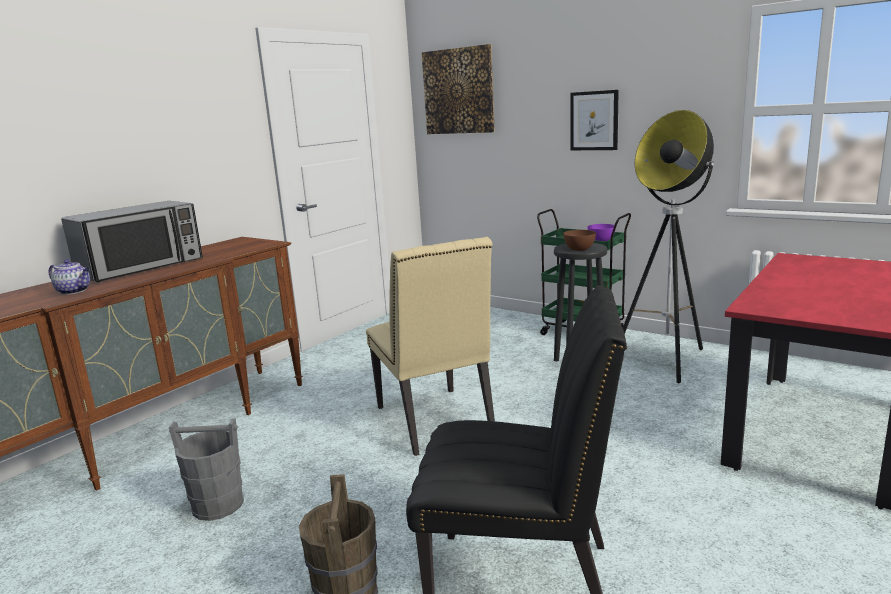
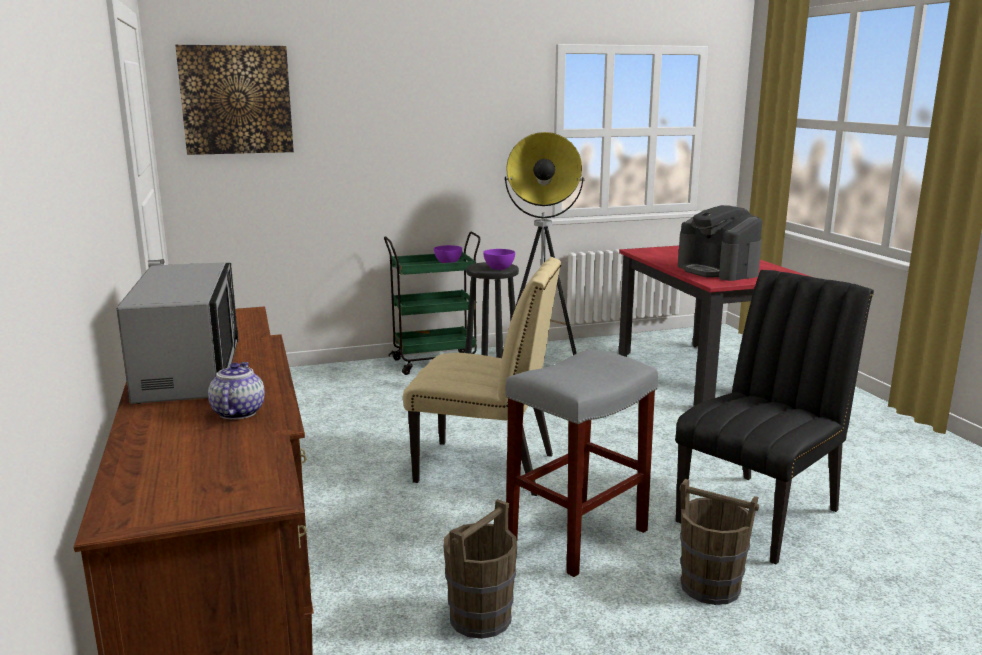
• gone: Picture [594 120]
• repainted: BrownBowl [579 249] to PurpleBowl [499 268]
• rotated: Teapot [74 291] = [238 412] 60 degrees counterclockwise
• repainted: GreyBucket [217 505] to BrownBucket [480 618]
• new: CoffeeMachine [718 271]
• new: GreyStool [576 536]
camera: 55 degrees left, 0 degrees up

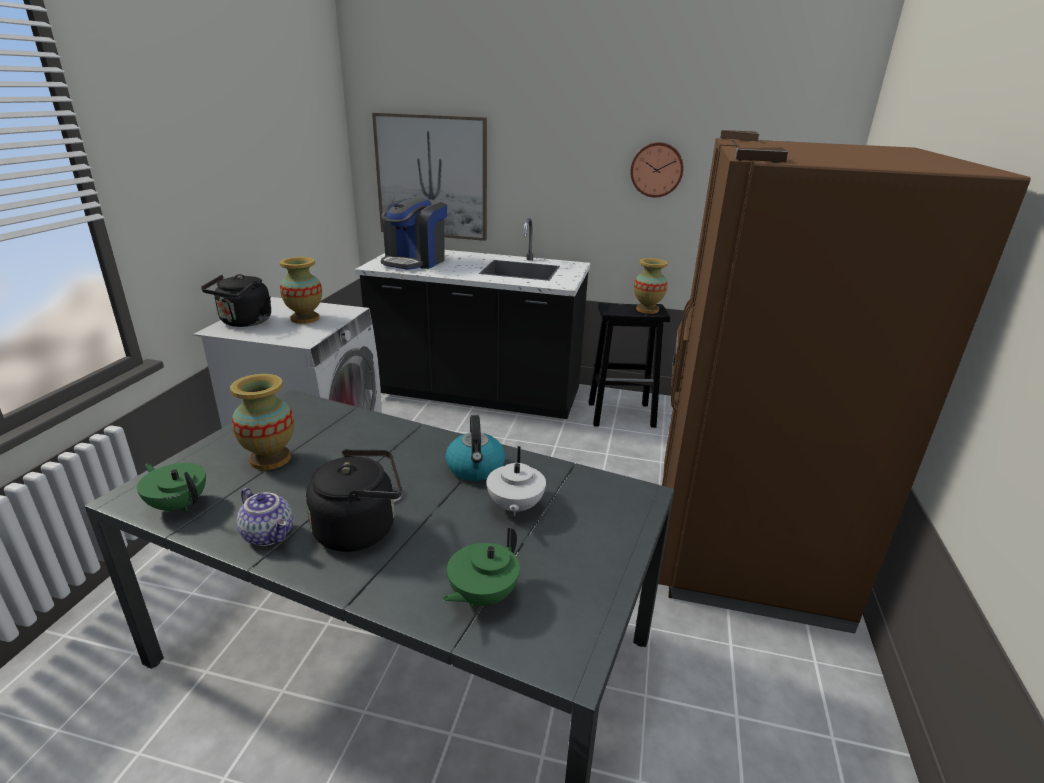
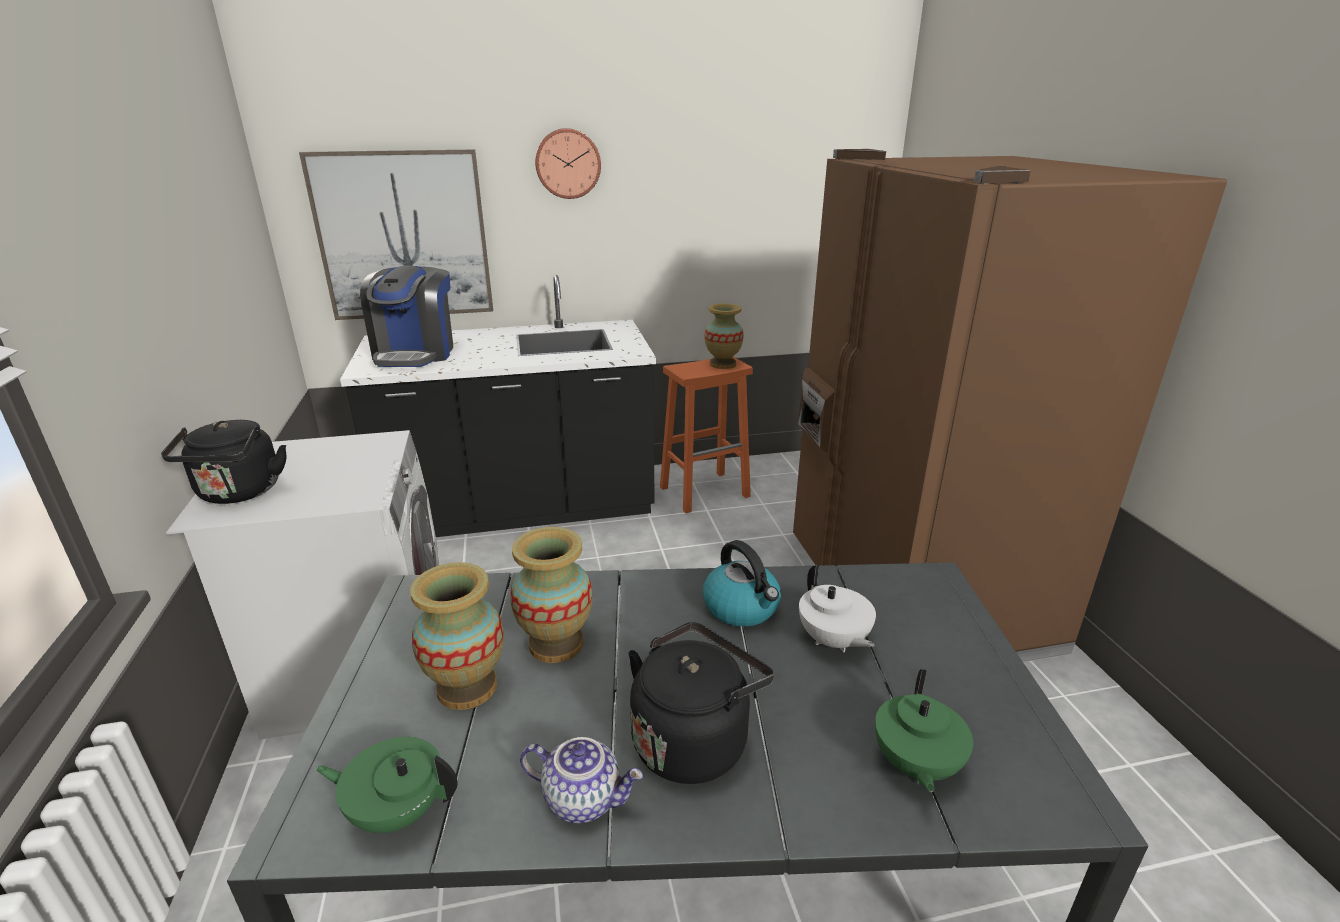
• shifted: WallClock [656 169] to [567 163]
• shifted: Vase [305 319] to [556 644]
• repainted: BlackStool [622 414] to OrangeStool [705 491]
camera: 25 degrees left, 0 degrees up

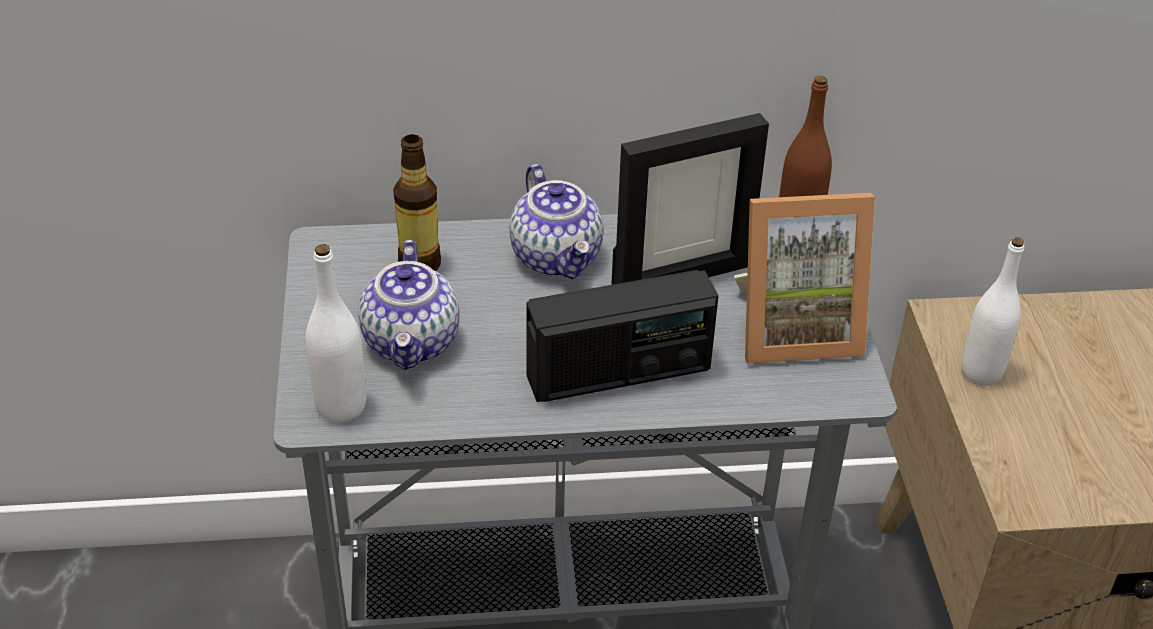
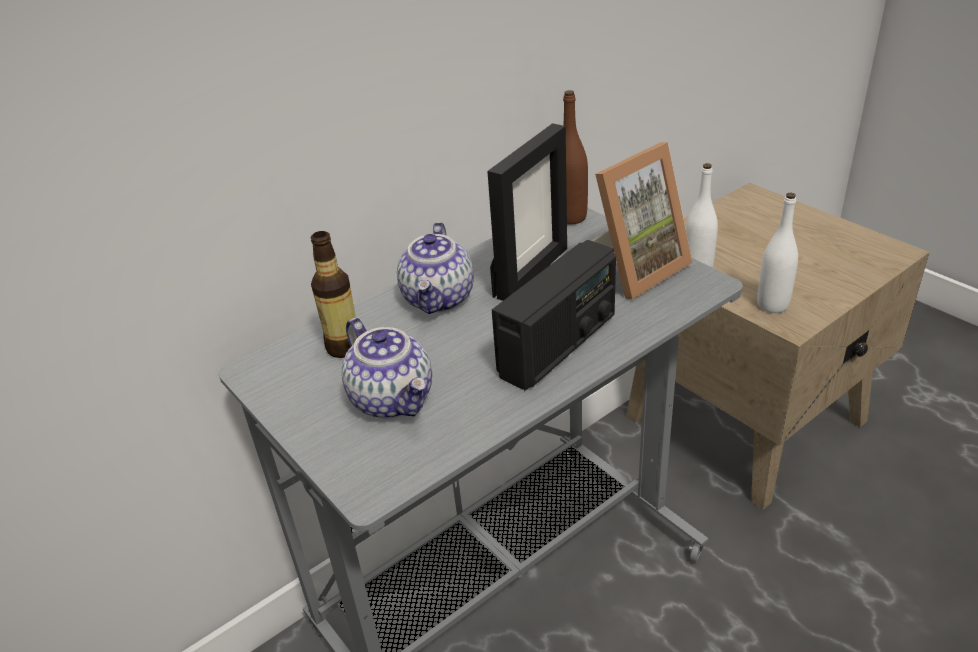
• rotated: Teapot [558 258] = [439 299] 60 degrees clockwise
• shifted: WhiteBottle [341 406] to [772 305]
camera: 30 degrees left, 5 degrees down

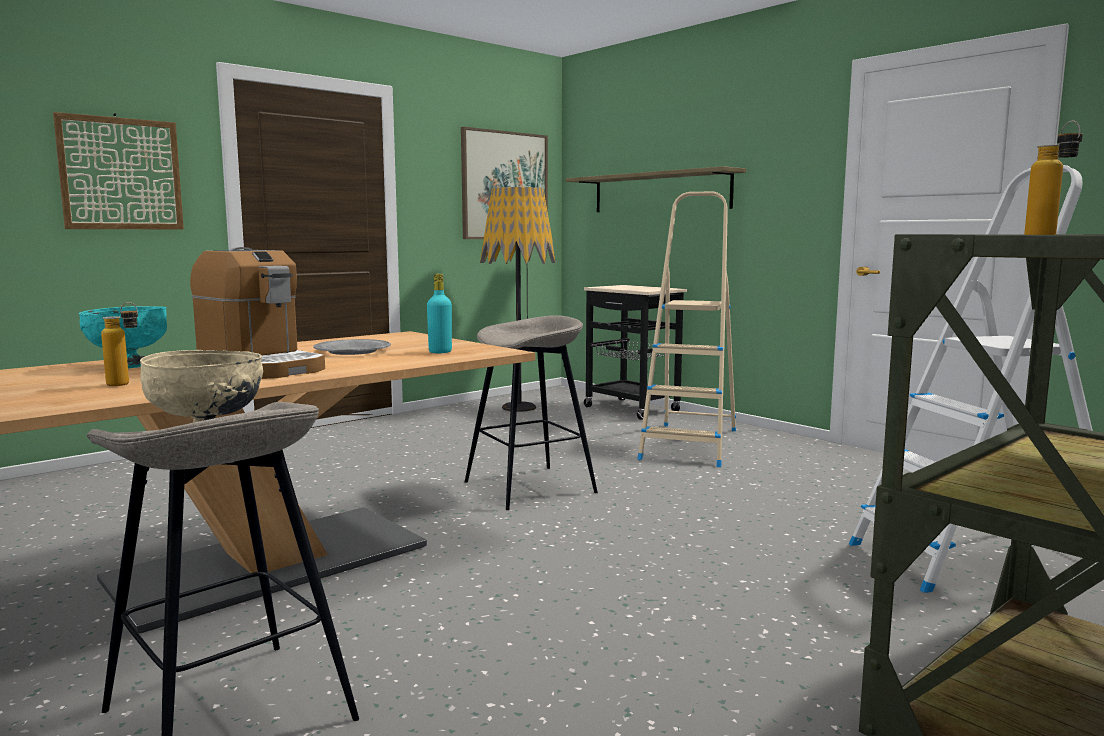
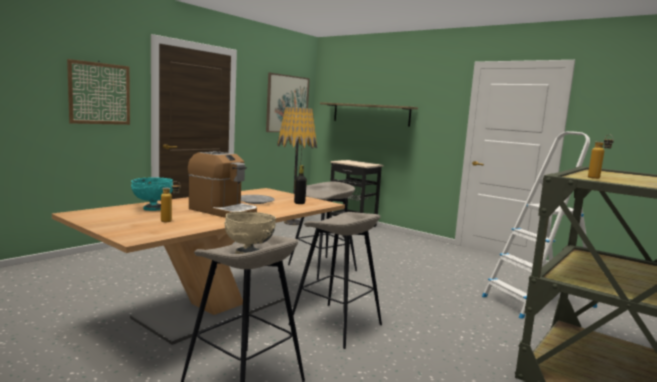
• gone: BeigeStepLadder [690 444]
• repainted: TurquoiseBottle [440 352] to BlackBottle [299 203]
• new: GreyStool [335 325]
camera: 10 degrees left, 0 degrees up

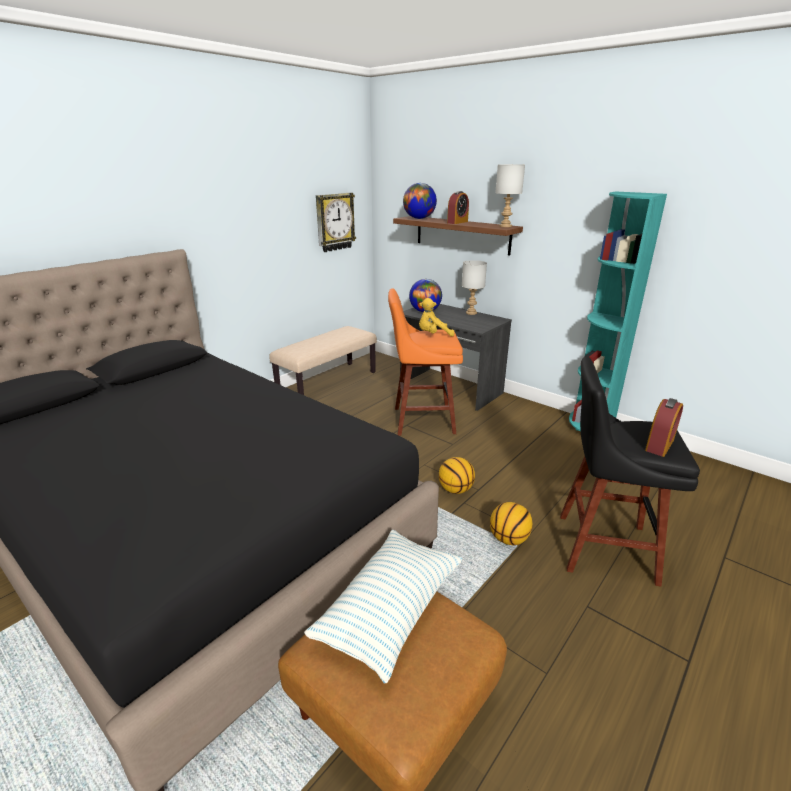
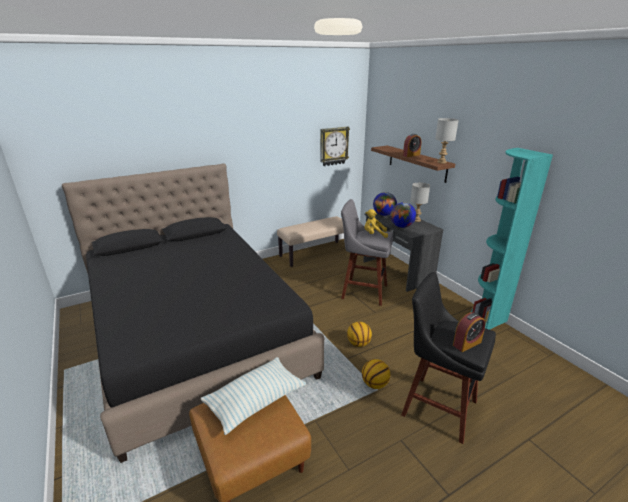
• shifted: Globe [419 218] to [401 226]
• repainted: OrangeStool [421 420] to GreyStool [363 291]
camera: 20 degrees right, 0 degrees up

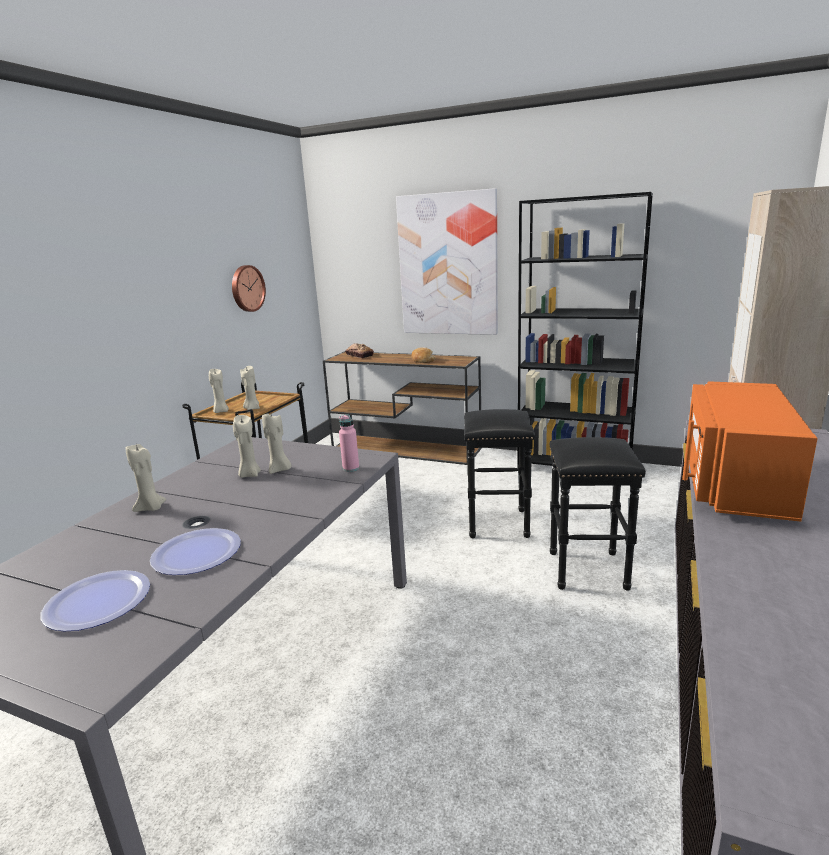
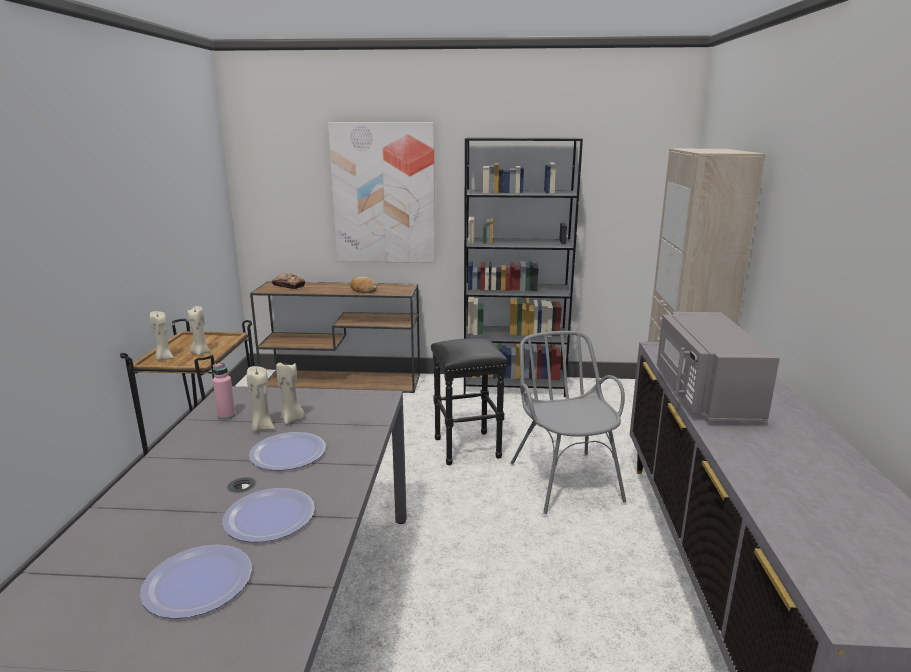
• gone: WallClock [247 288]
• repainted: OrangeMicrowave [733 483] to GreyMicrowave [704 395]
• shifted: PinkBottle [351 468] to [226 415]
• swapped: BlackStool [589 569] to GreyChair [563 479]
• gone: BeigeCandle [151 508]
• new: Plate [287 453]
camera: 20 degrees left, 0 degrees up

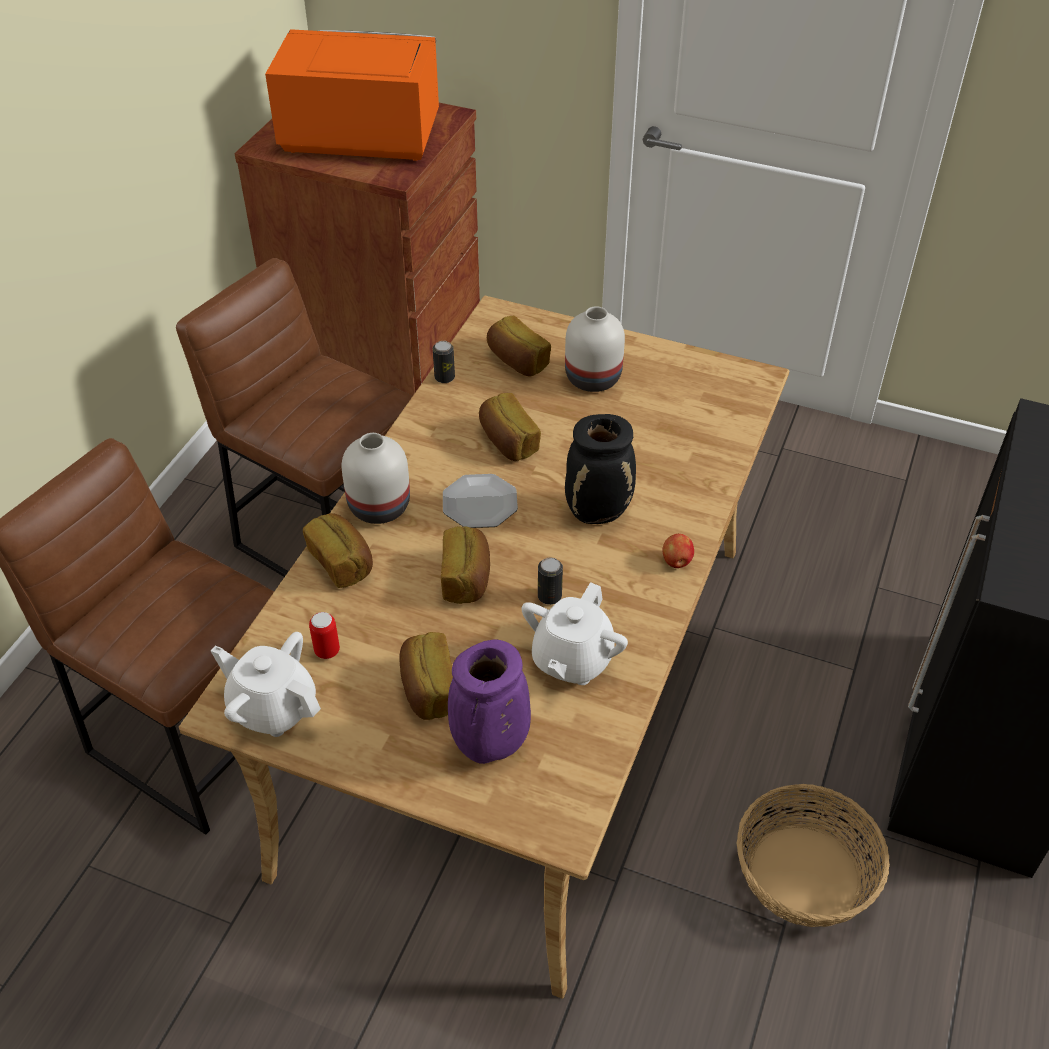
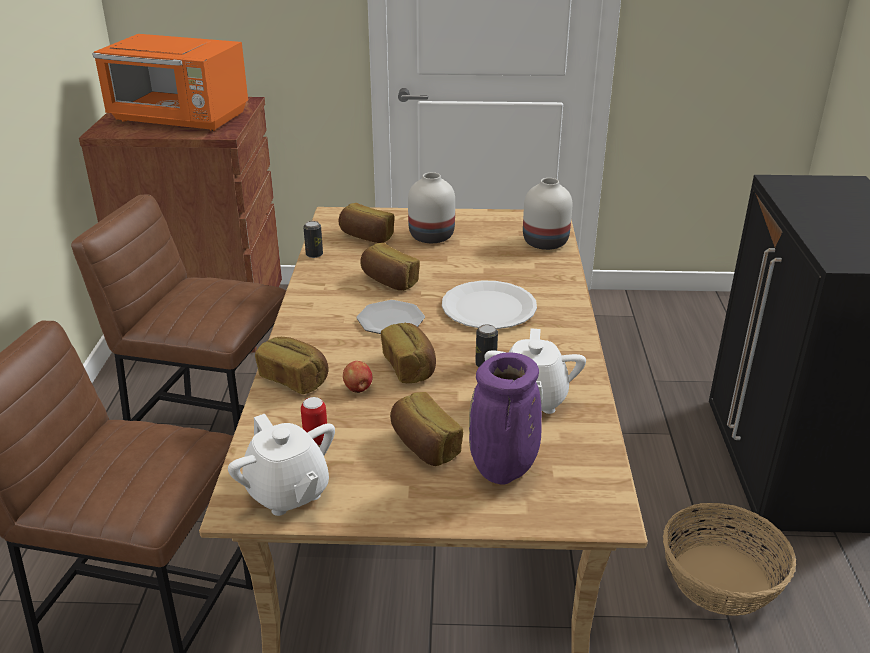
• rotated: OrangeMicrowave [359 138] = [180 119] 150 degrees counterclockwise
• swapped: BlackVase [599 512] to WhitePlate [489 307]
• shifted: WhiteVase [379 507] to [546 243]
• shifted: Apple [676 562] to [358 389]
• rotated: WhiteTeapot [273 708] = [287 492] 135 degrees counterclockwise
camera: 20 degrees left, 15 degrees down

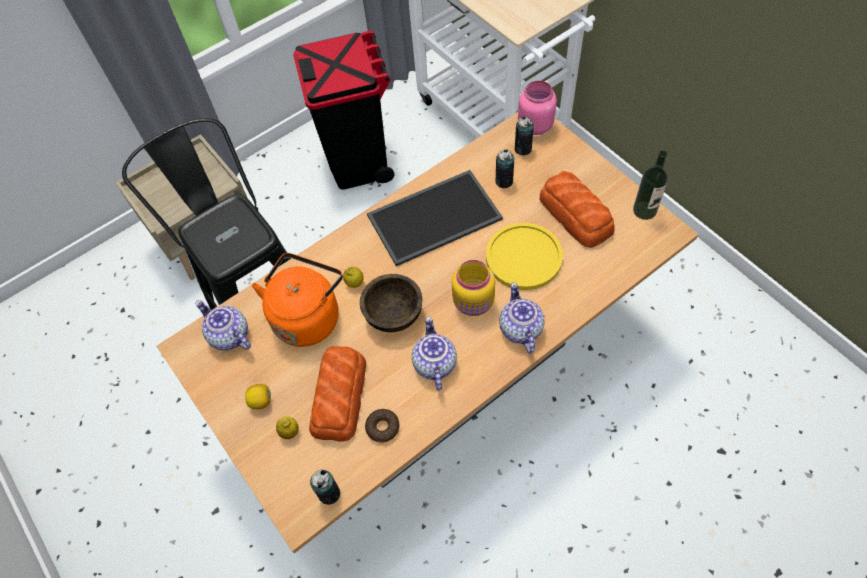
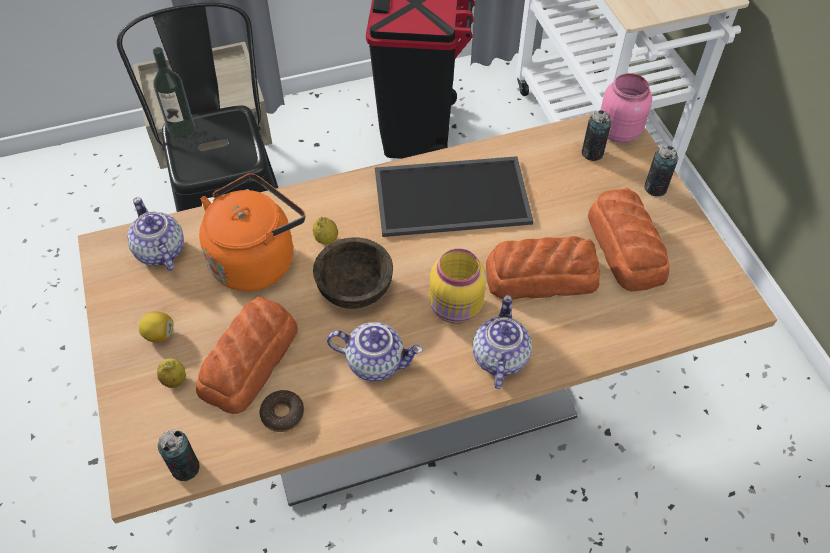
• shifted: Can [504 181] to [655 188]
• shifted: Bottle [644 210] to [181 128]
• swapped: YellowPlate [523 257] to Bread [540 275]
• rotated: Teapot [433 363] = [376 362] 90 degrees clockwise
camera: 15 degrees right, 5 degrees down

